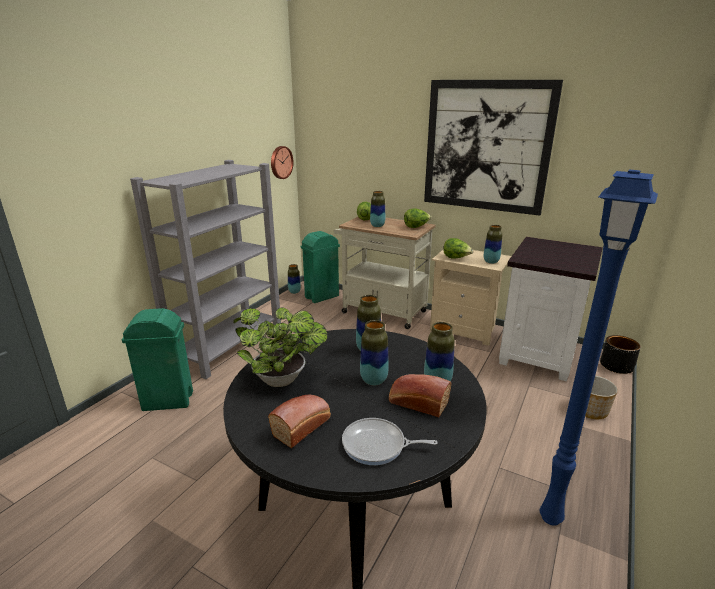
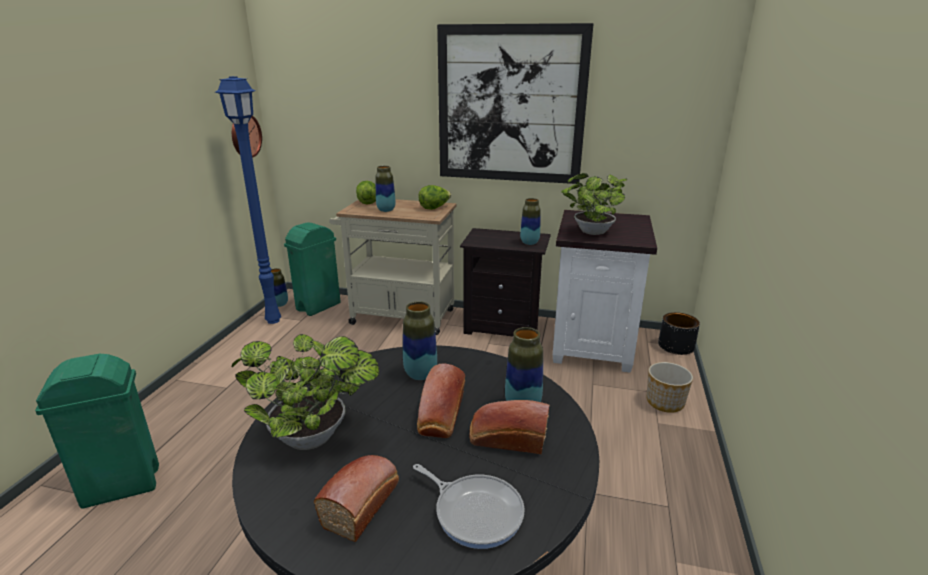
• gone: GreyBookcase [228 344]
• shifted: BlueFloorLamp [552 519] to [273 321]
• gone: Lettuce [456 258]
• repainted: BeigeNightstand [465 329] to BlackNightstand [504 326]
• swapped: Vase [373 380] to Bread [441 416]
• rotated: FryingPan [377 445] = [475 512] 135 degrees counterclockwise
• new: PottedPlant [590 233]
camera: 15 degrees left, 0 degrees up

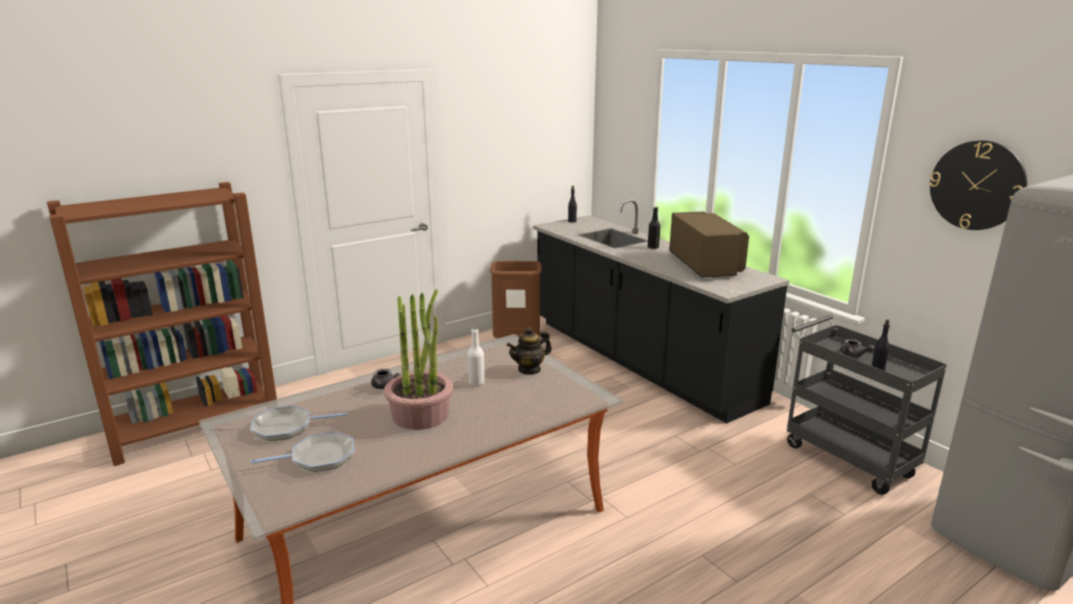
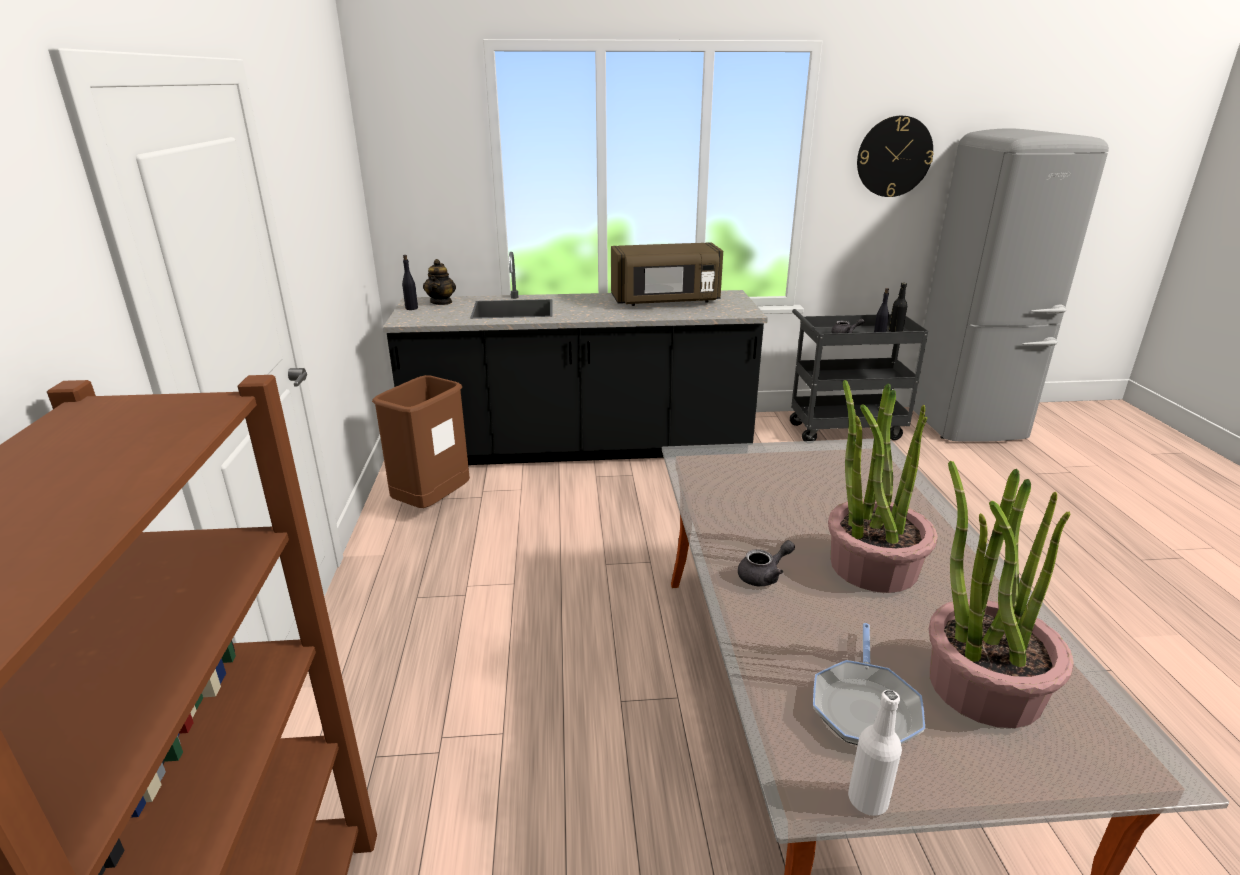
• shifted: BlackBottle [653 247] to [895 331]
• rotated: BrownMicrowave [705 265] = [666 301] 150 degrees clockwise
• shifted: Teapot [529 369] to [441 302]
• shifted: WhiteBottle [476 382] to [868 800]
• swapped: FryingPan [319 457] to PottedPlant [983 685]
camera: 60 degrees left, 5 degrees up

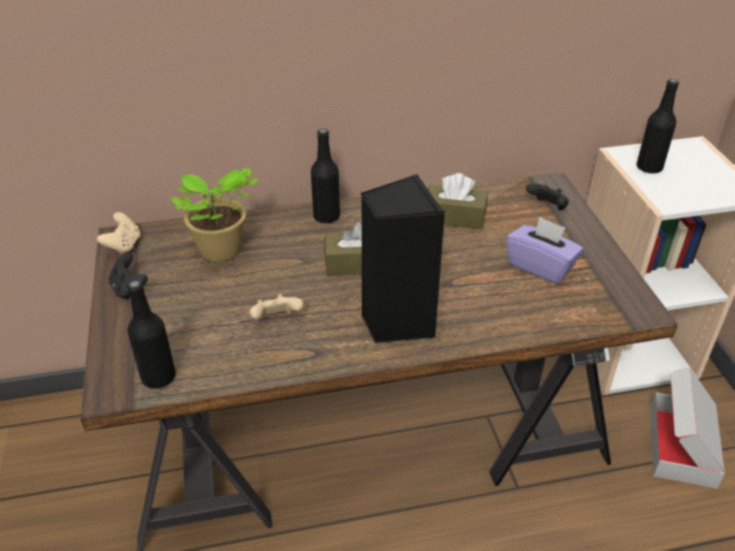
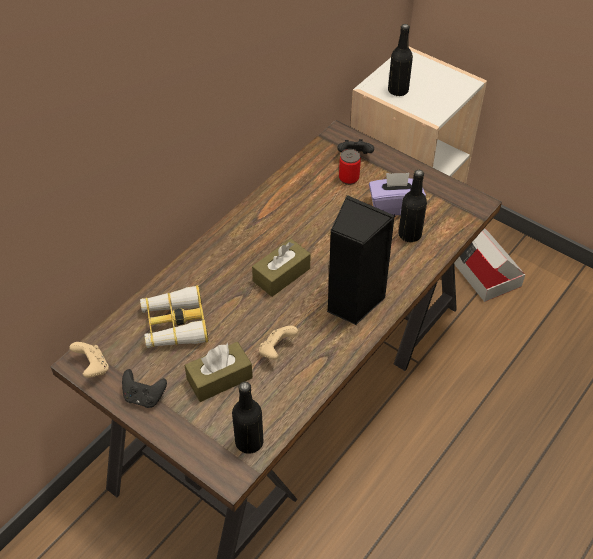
• shifted: BlackBottle [326 216] to [409 234]
• swapped: PottedPlant [221 251] to Binoculars [174 324]
• shifted: BrownTissueBox [454 217] to [219 378]
• new: Can [349 178]
camera: 40 degrees left, 10 degrees up

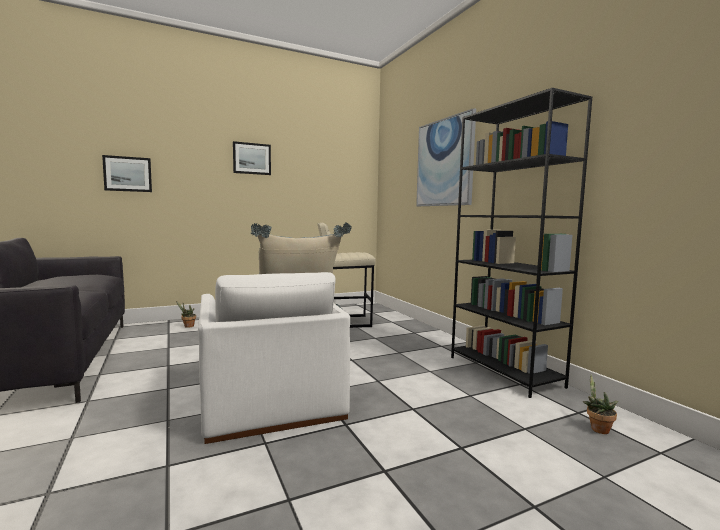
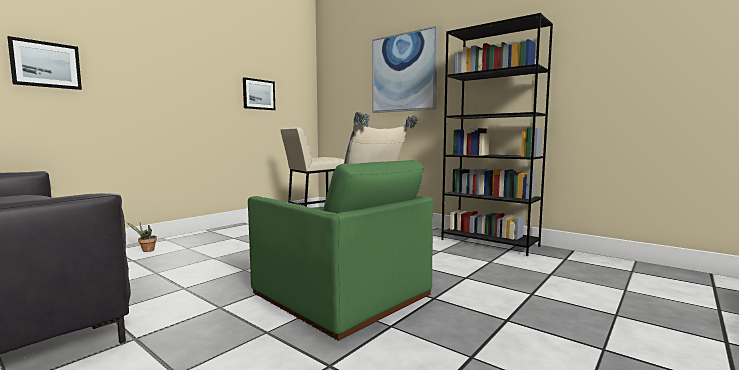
• shifted: Picture [252 158] to [258 94]
• repainted: WhiteArmchair [268 398] to GreenArmchair [340 294]
• gone: PottedPlant [597 428]
camera: 25 degrees left, 0 degrees up

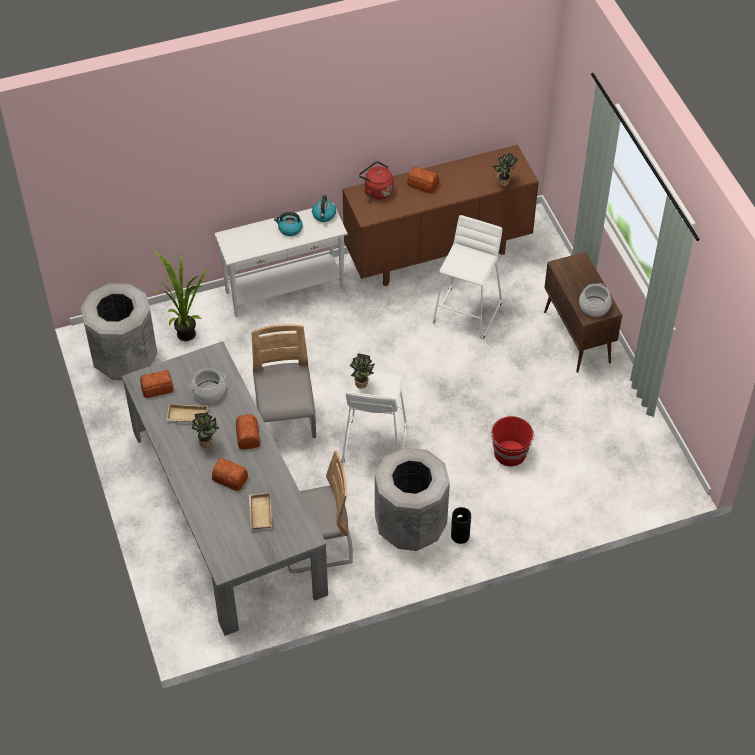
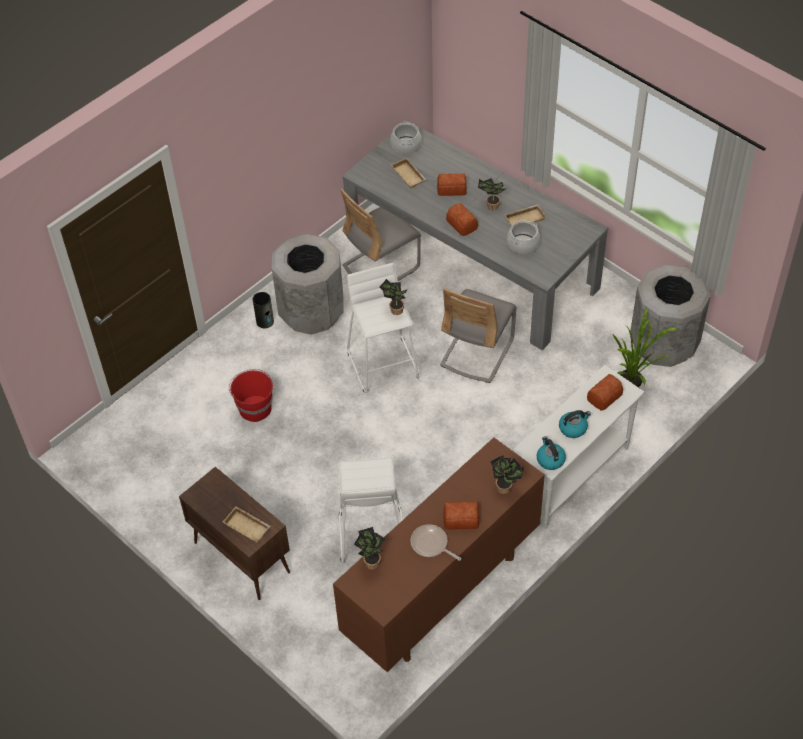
• swapped: RedKettle [377 190] to PottedPlant [506 488]
• shifted: CookingPot [594 306] to [406 145]
• rotated: GreyChair [286 420] = [477 352] 60 degrees clockwise
• shifted: Bread [158 388] to [603 396]
• new: BeigeTray [248 526]
• new: FryingPan [431 544]
camera: 155 degrees right, 0 degrees up

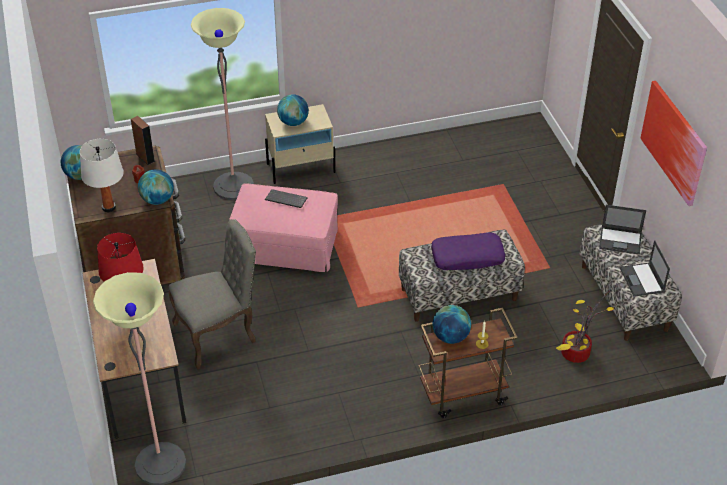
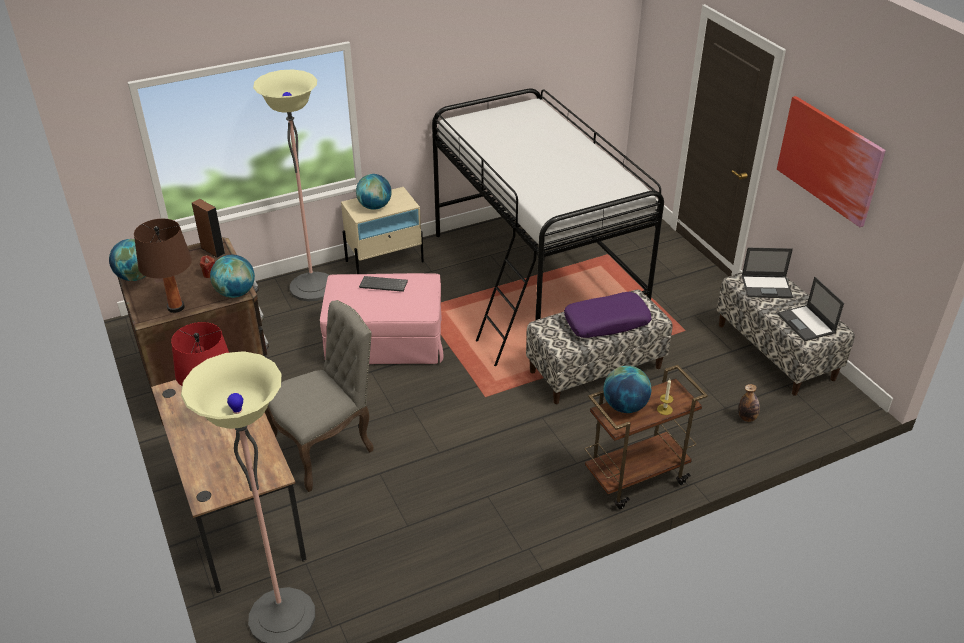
• repainted: WhiteTableLamp [108 207] to BrownTableLamp [176 307]
• swapped: PottedPlant [576 355] to Bottle [747 418]
• new: BlackBed [534 279]
camera: 10 degrees left, 5 degrees down

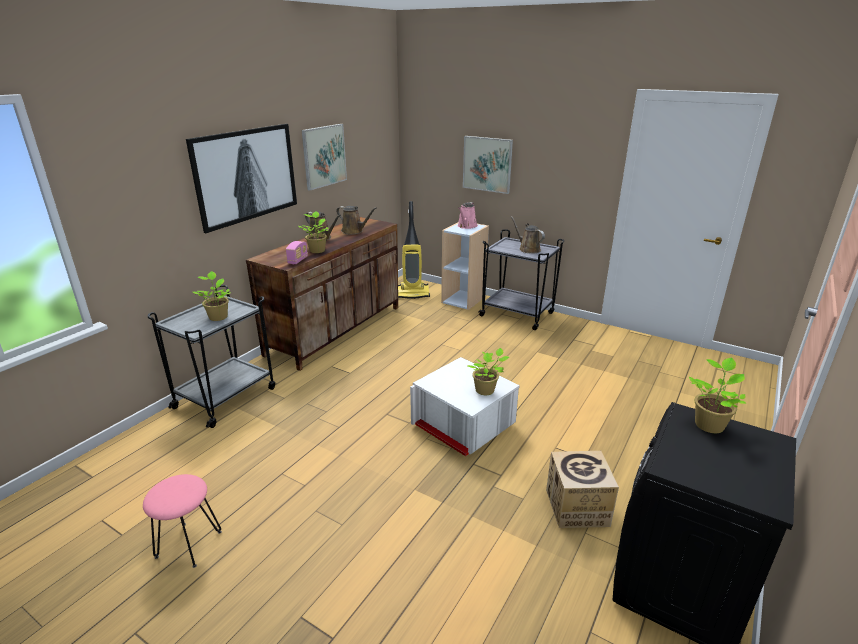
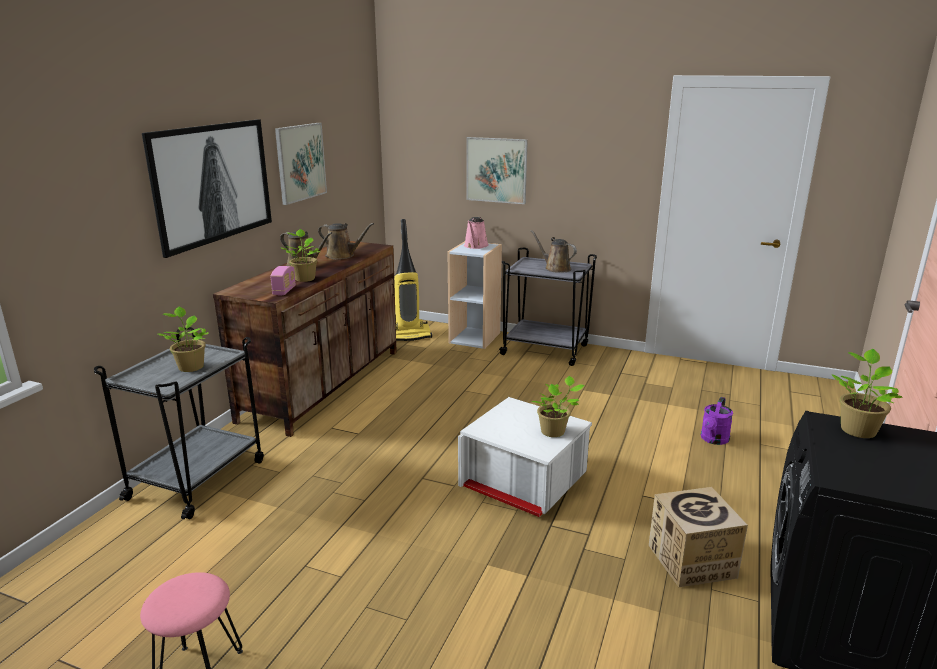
• new: PurpleWateringCan [713 440]
camera: 10 degrees left, 5 degrees down

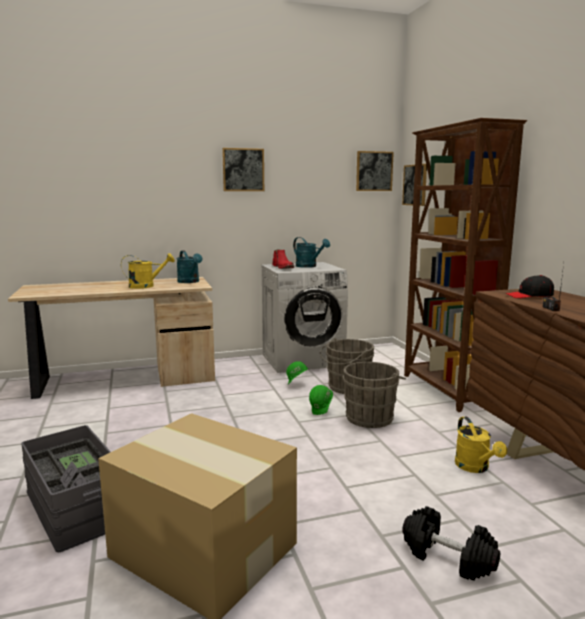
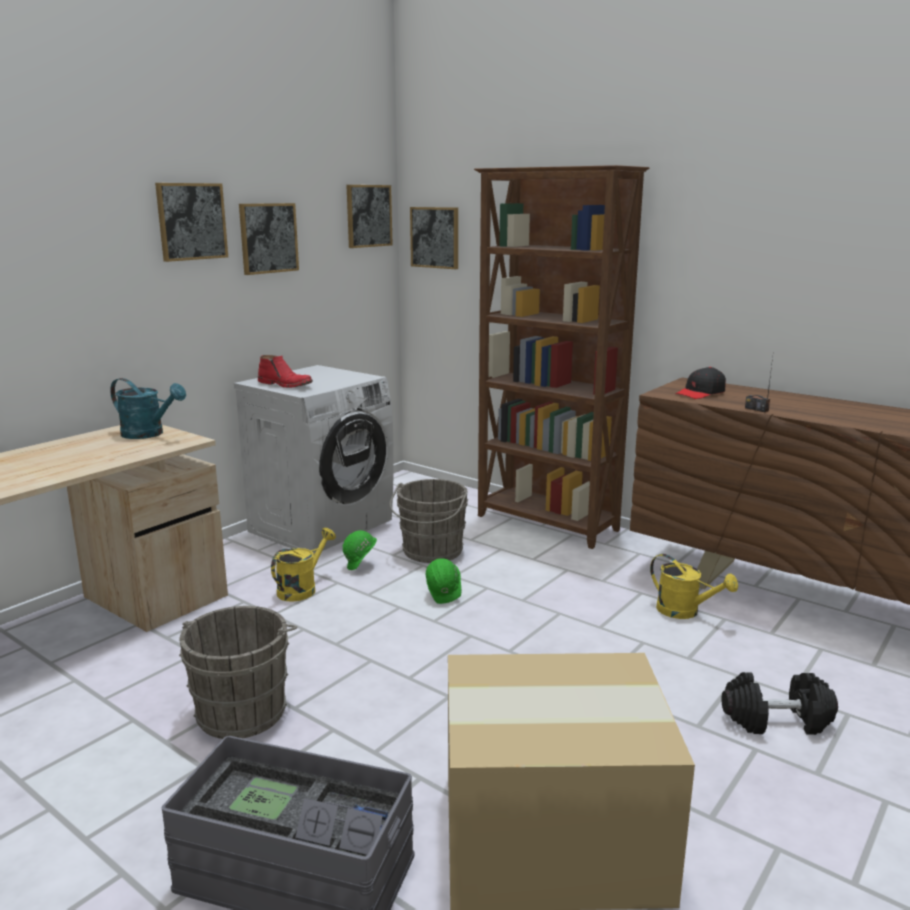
• gone: TurquoiseWateringCan [309 266]
• shifted: YellowWateringCan [146 286] to [302 588]
• shifted: GreyBucket [371 417] to [244 709]
• new: Picture [268 238]
camera: 35 degrees left, 5 degrees up

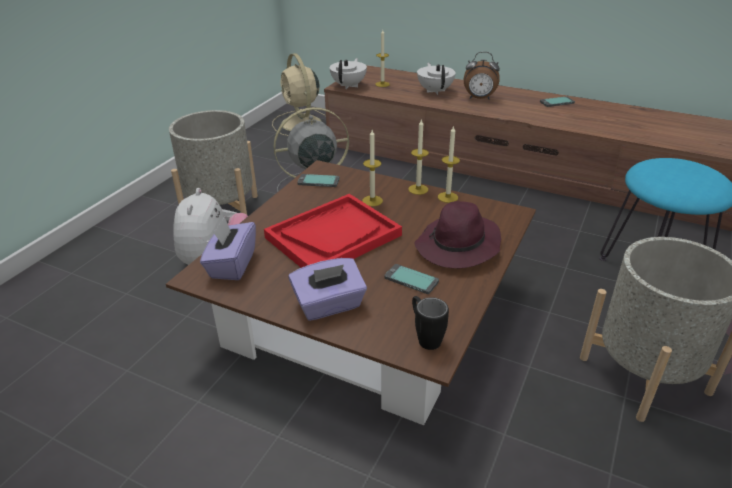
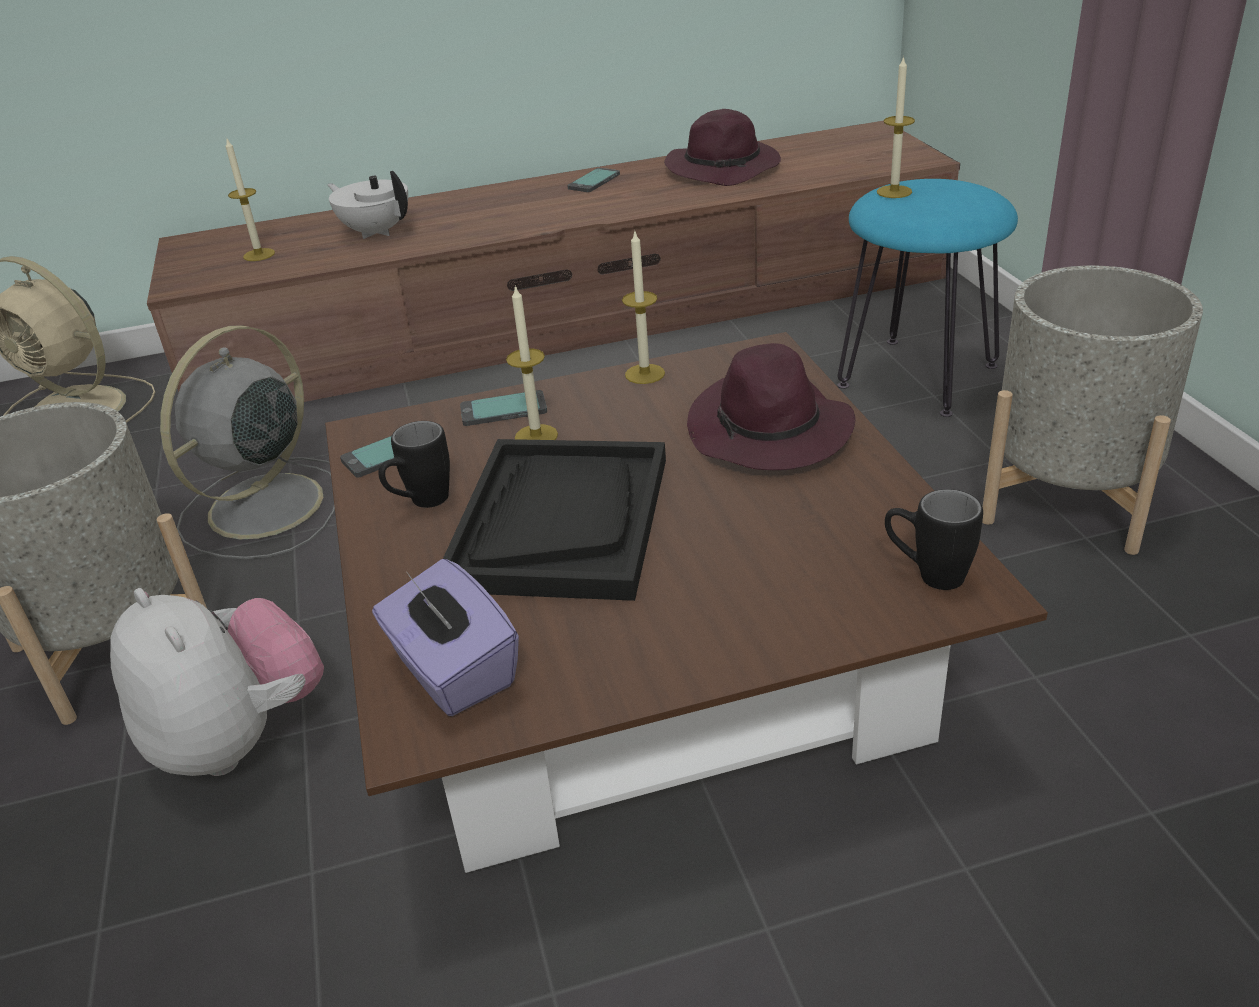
• gone: AlarmClock [479 98]
• gone: WhiteTeapot [349 86]
• shifted: Candle [418 189] to [894 192]
• repainted: RedTray [333 236] to BlackTray [560 521]
• gone: PurpleTissueBox [329 305]
• shifted: Phone [411 280] to [503 410]
• new: PurpleHat [724 168]
• new: BlackMug [420 503]
camera: 40 degrees left, 0 degrees up

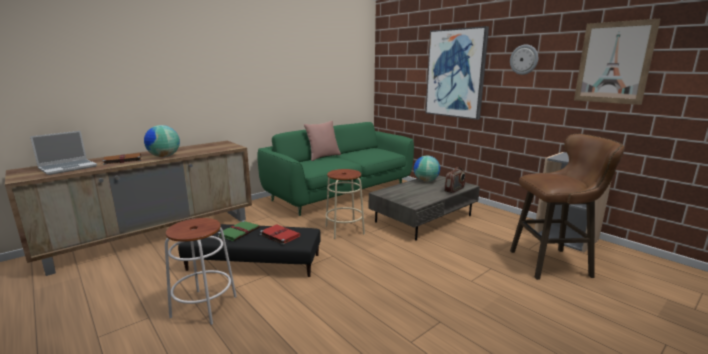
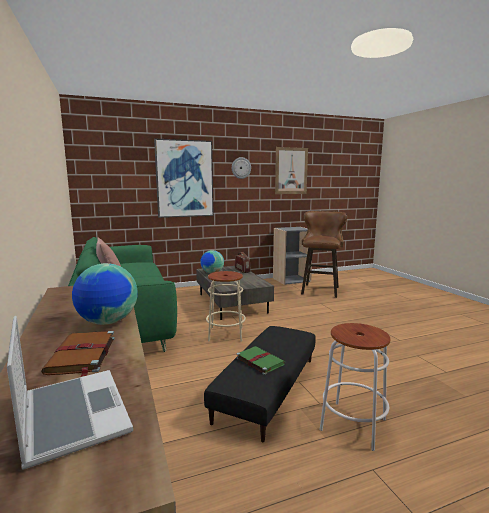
• gone: RedBook [279 235]
camera: 70 degrees left, 5 degrees down

